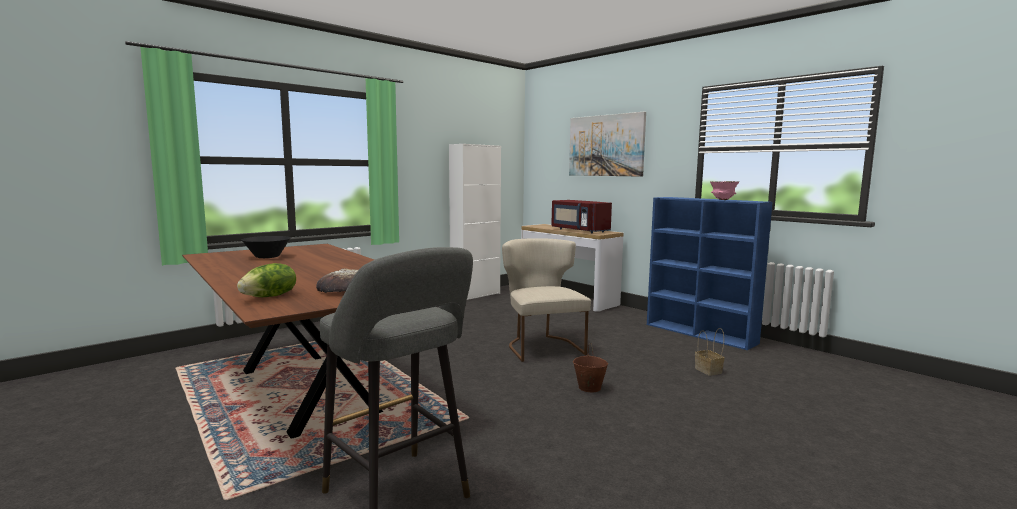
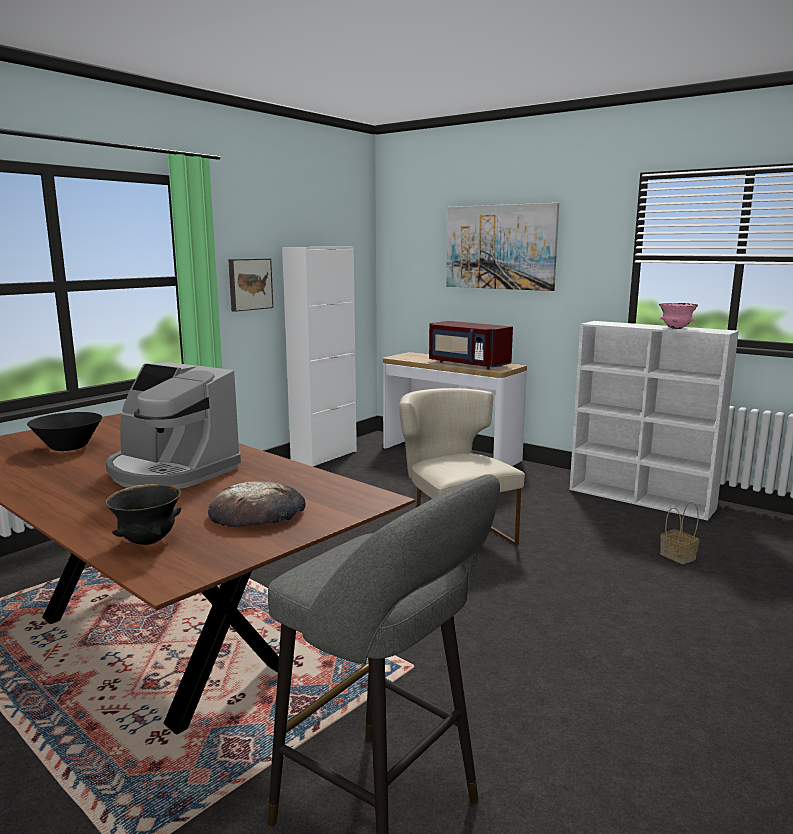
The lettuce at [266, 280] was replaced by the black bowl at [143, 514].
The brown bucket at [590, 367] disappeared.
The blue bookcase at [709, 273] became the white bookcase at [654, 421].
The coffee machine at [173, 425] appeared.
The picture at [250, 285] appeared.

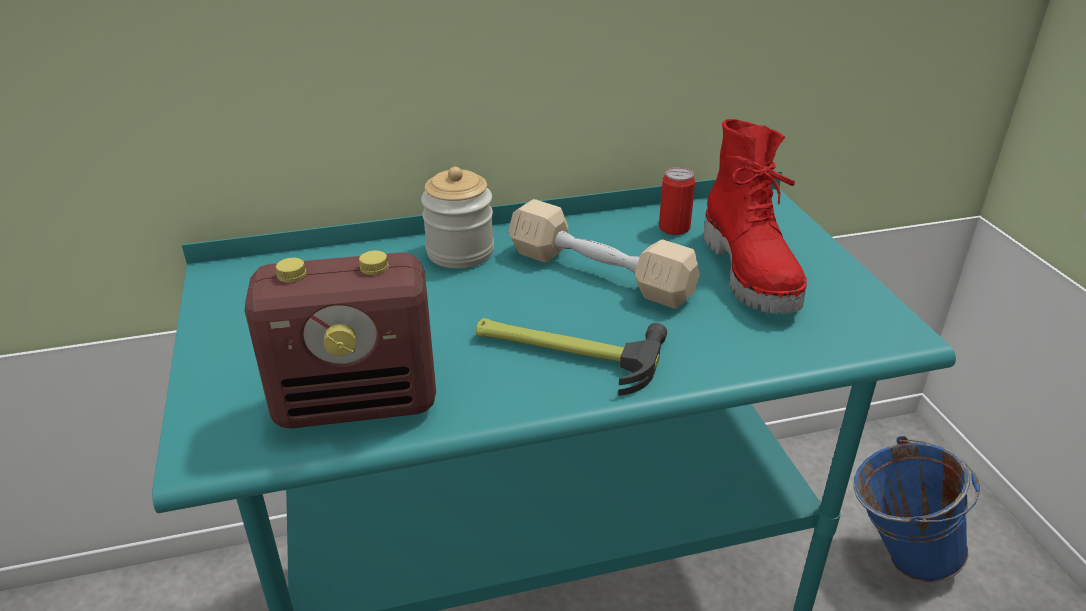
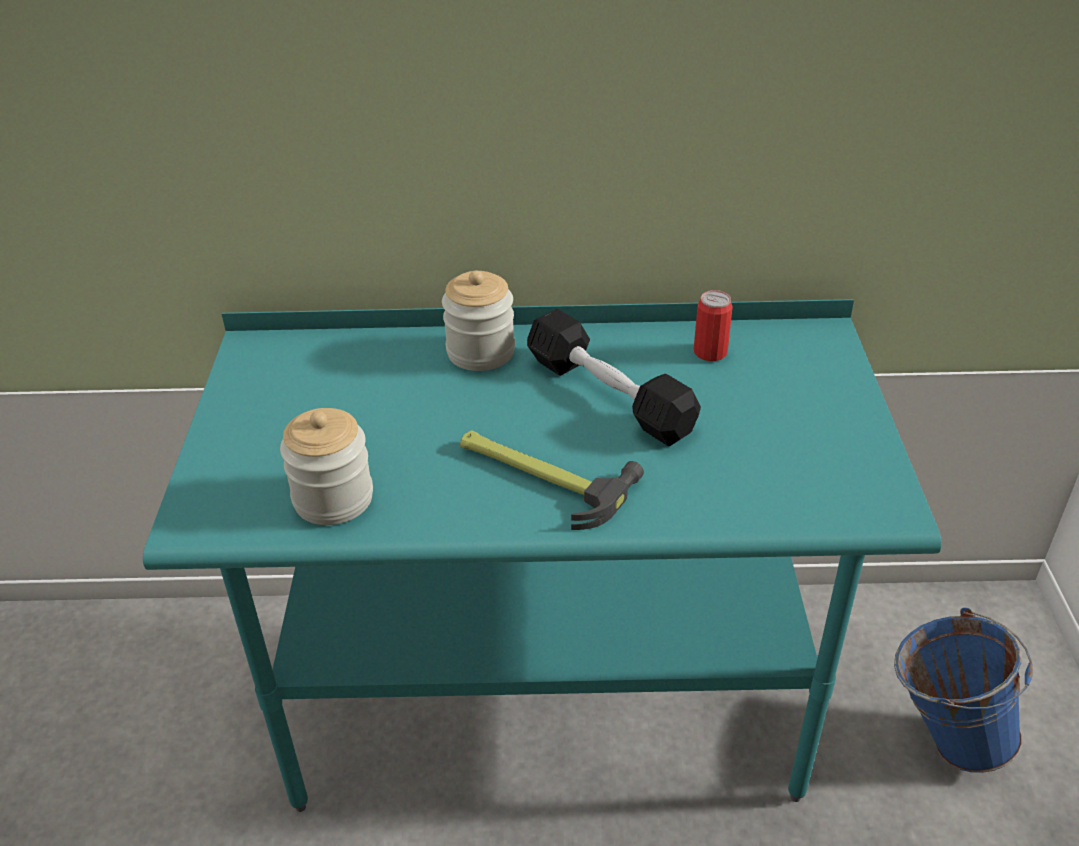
The radio at [340, 339] was replaced by the jar at [326, 466].
The beige dumbbell at [604, 254] became the black dumbbell at [614, 377].
The red boot at [755, 216] disappeared.

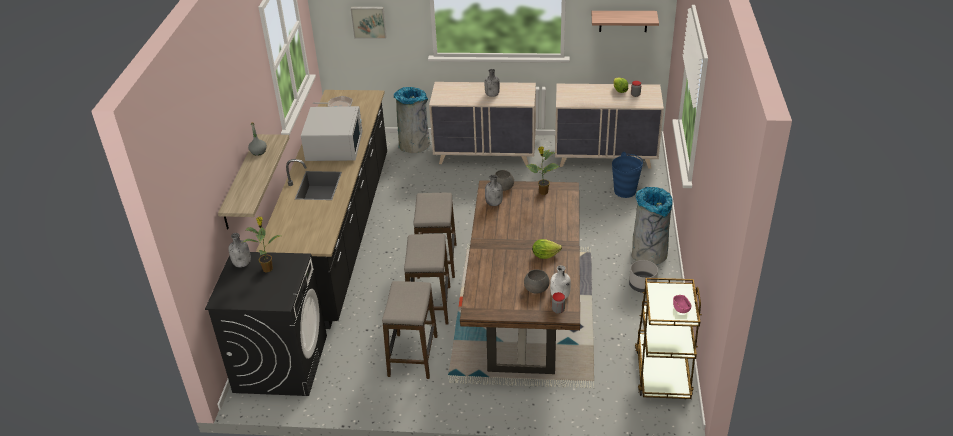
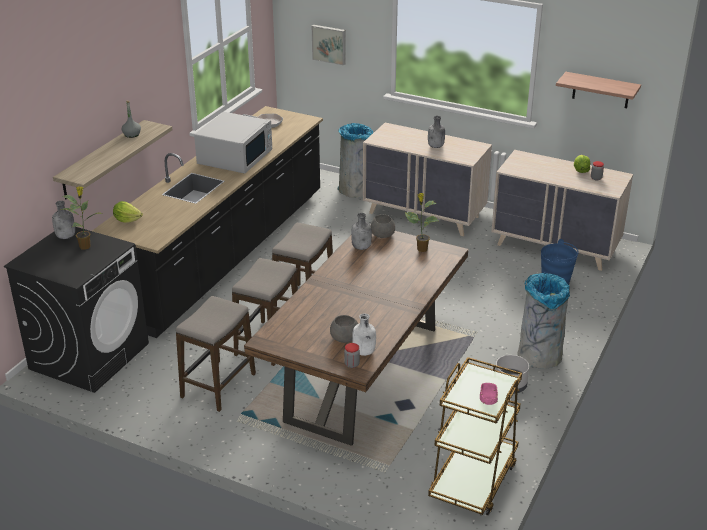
The lettuce moved from [547, 249] to [128, 212].

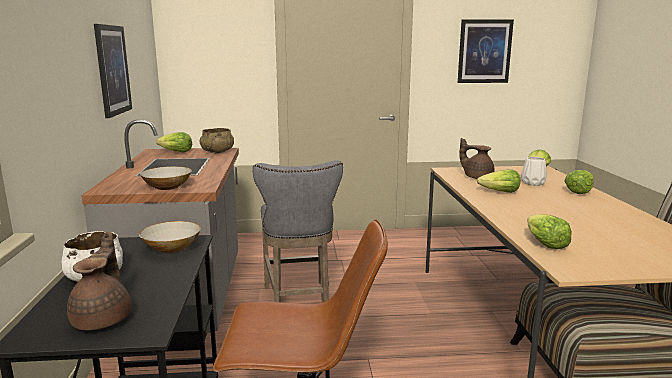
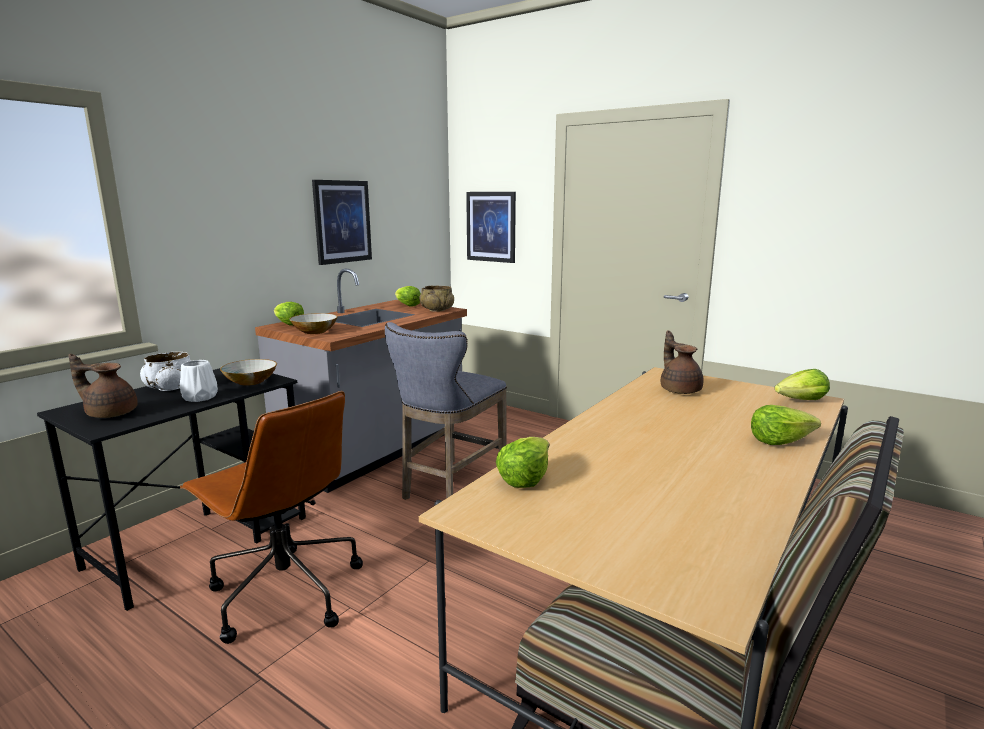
The brown teapot at [99, 281] turned 120 degrees counterclockwise.
The picture moved from [486, 51] to [491, 227].
The lettuce moved from [498, 181] to [289, 314].
The white vase moved from [534, 171] to [199, 381].

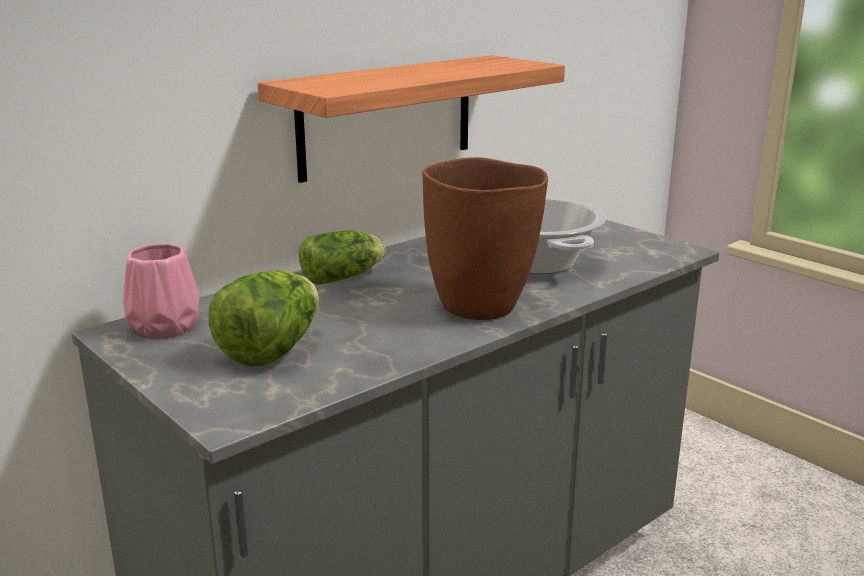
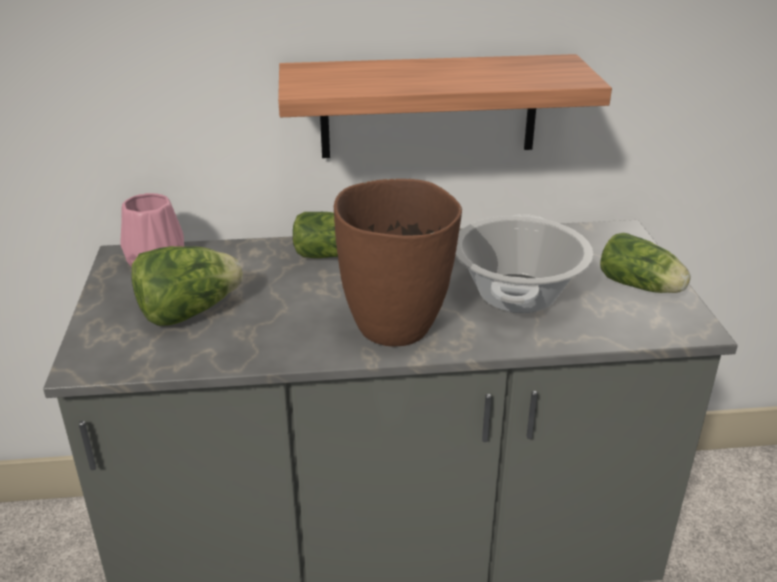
The lettuce at [645, 263] appeared.

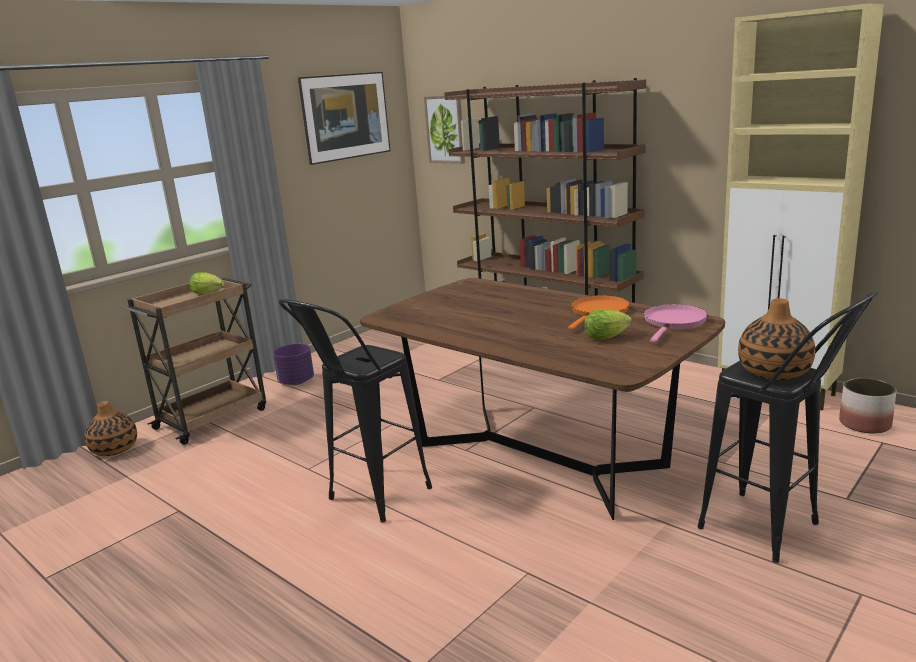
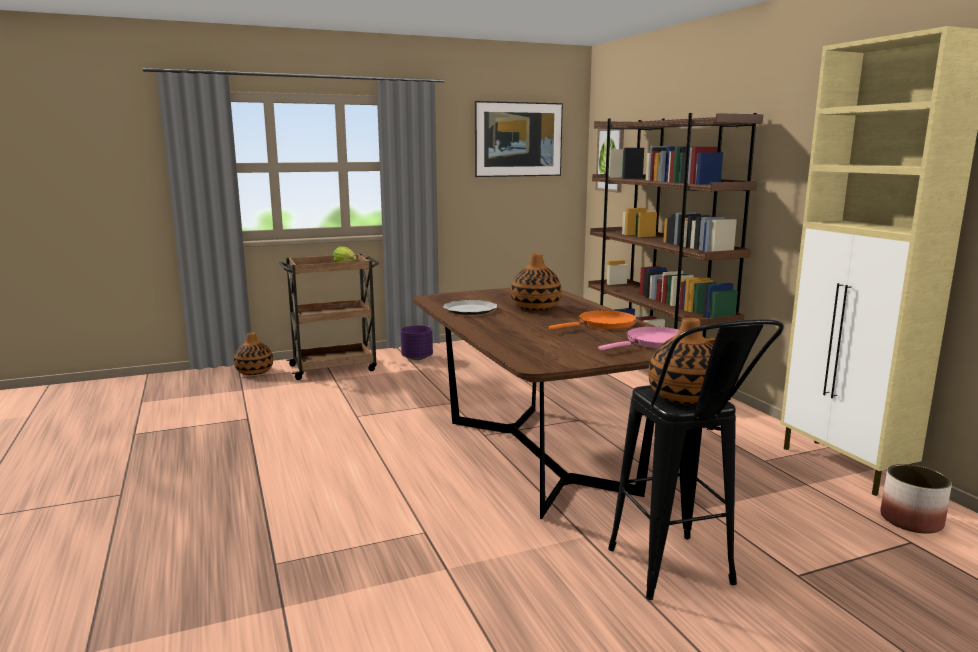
The black stool at [355, 410] disappeared.
The lettuce at [608, 324] disappeared.
The plate at [470, 307] appeared.
The vase at [536, 282] appeared.

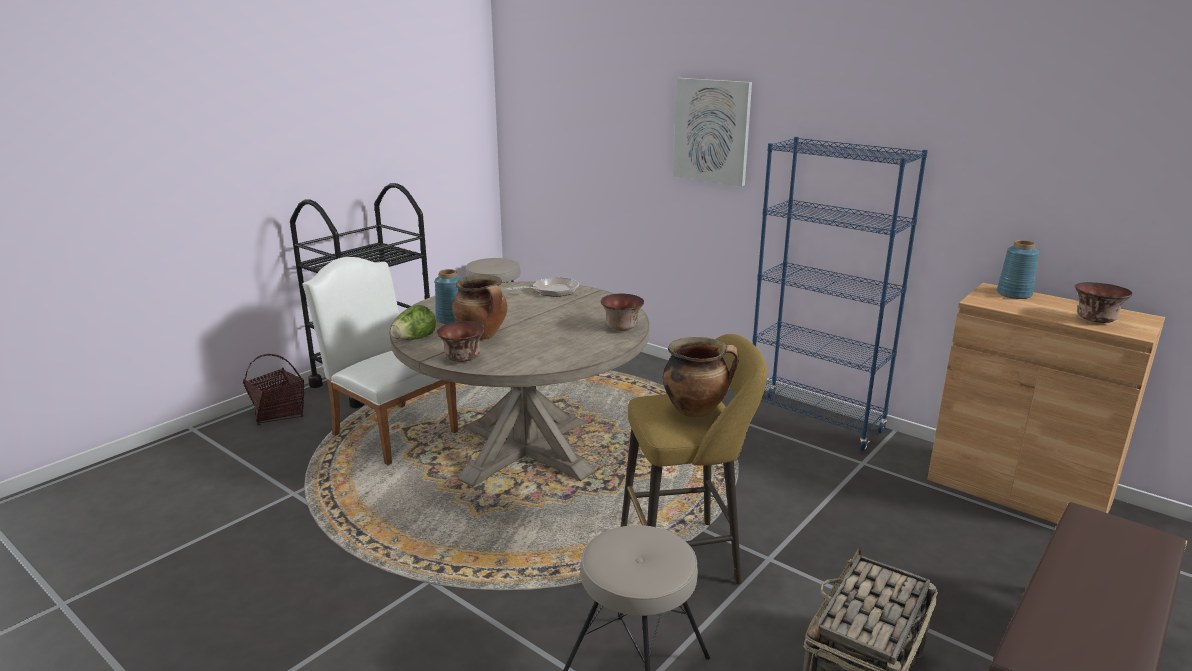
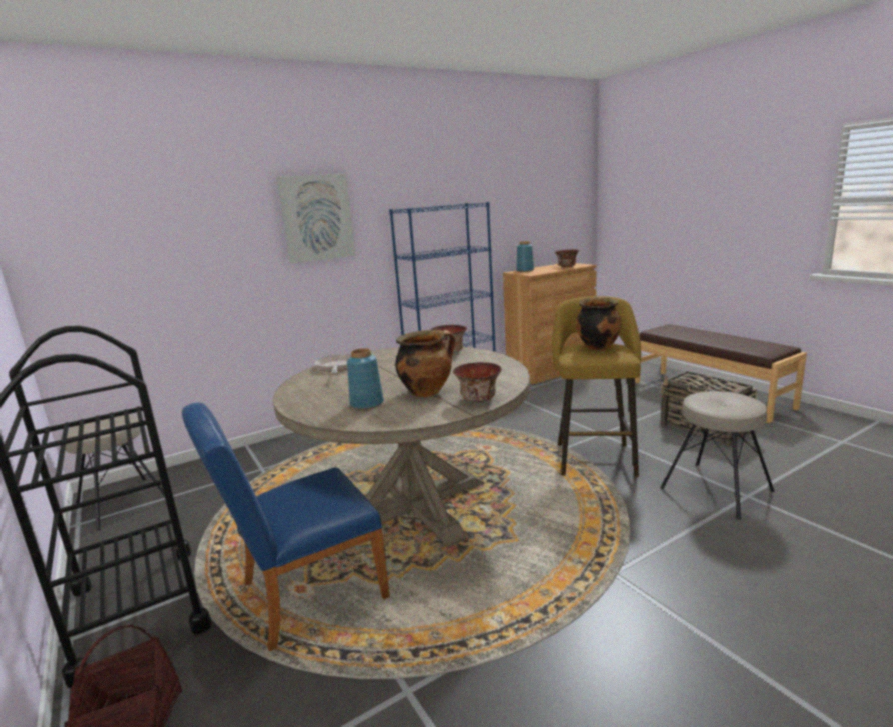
The white chair at [380, 361] became the blue chair at [286, 527].
The lettuce at [413, 322] disappeared.

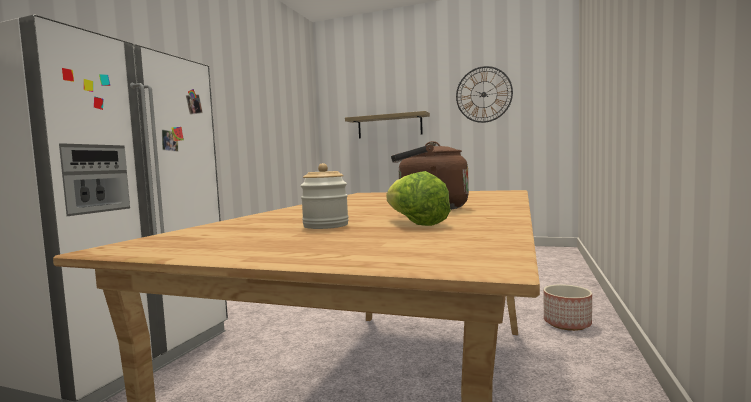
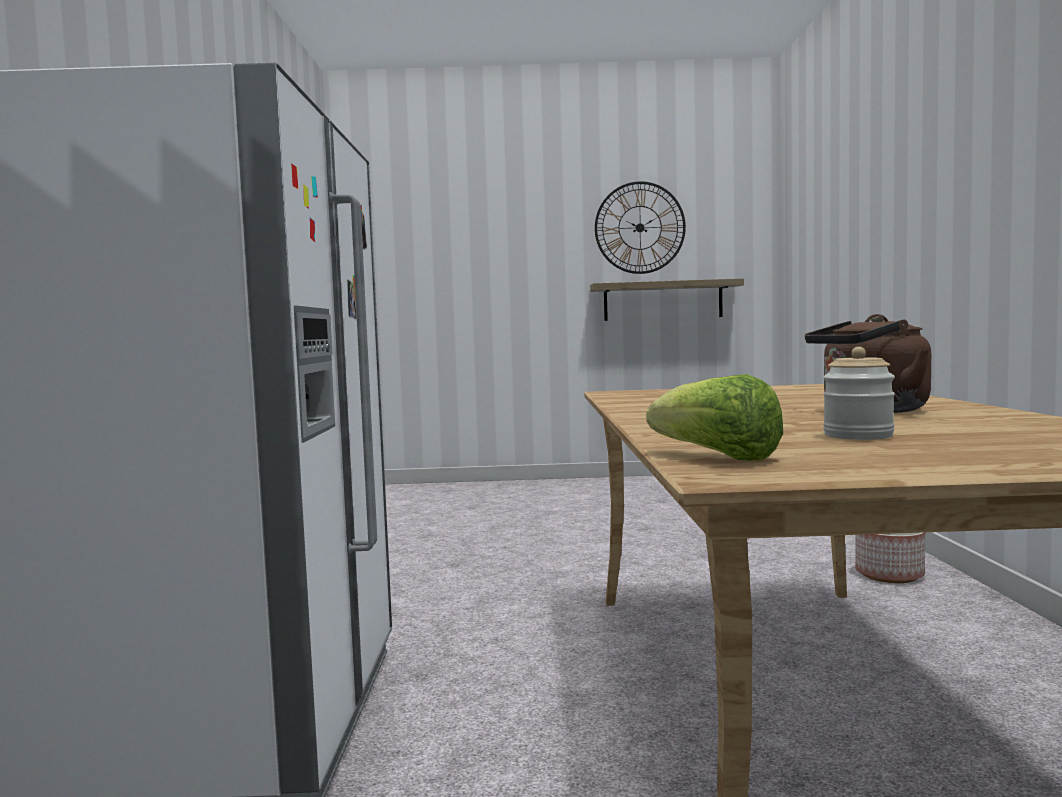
The shelf moved from [387, 124] to [667, 299].
The lettuce moved from [418, 198] to [714, 417].

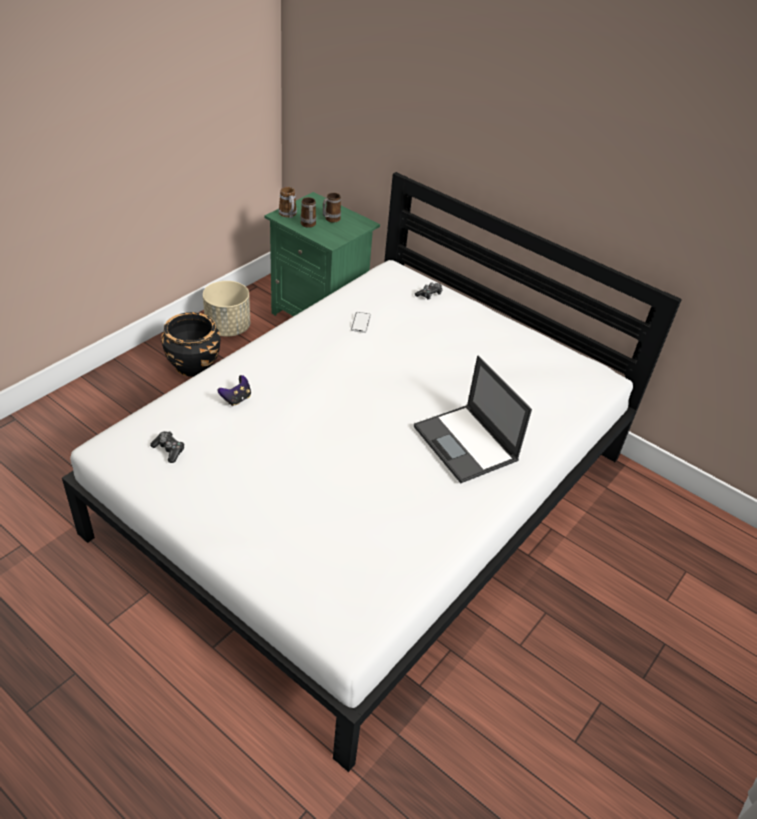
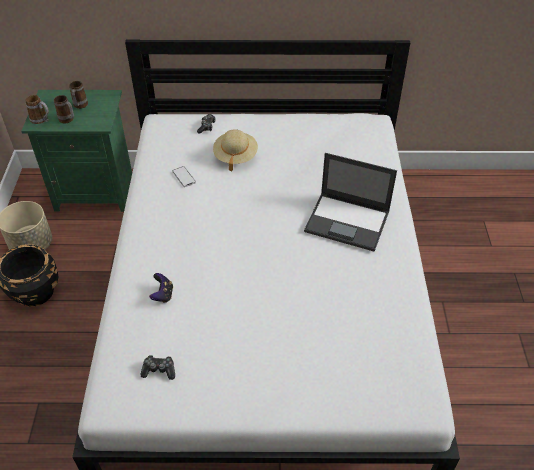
The beige hat at [235, 150] appeared.

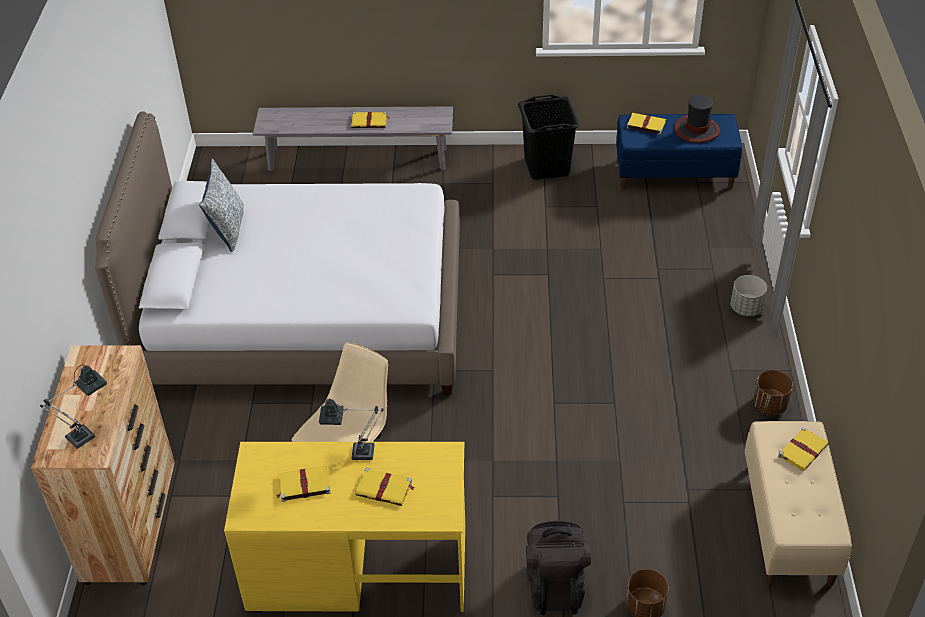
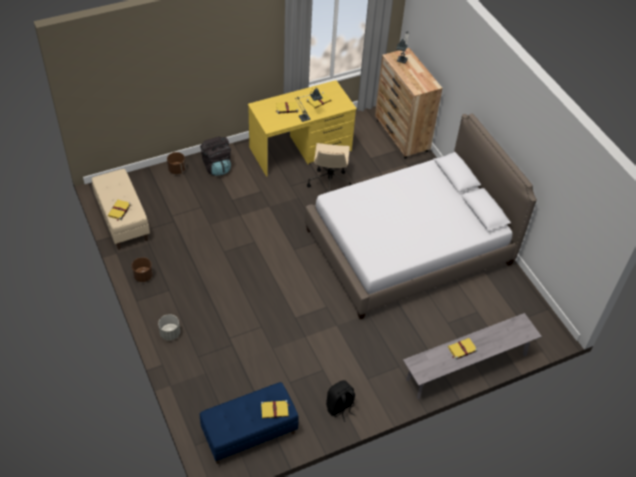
The pillow at [221, 205] disappeared.
The black laundry basket at [549, 137] was replaced by the black backpack at [340, 401].
The hat at [697, 119] disappeared.

